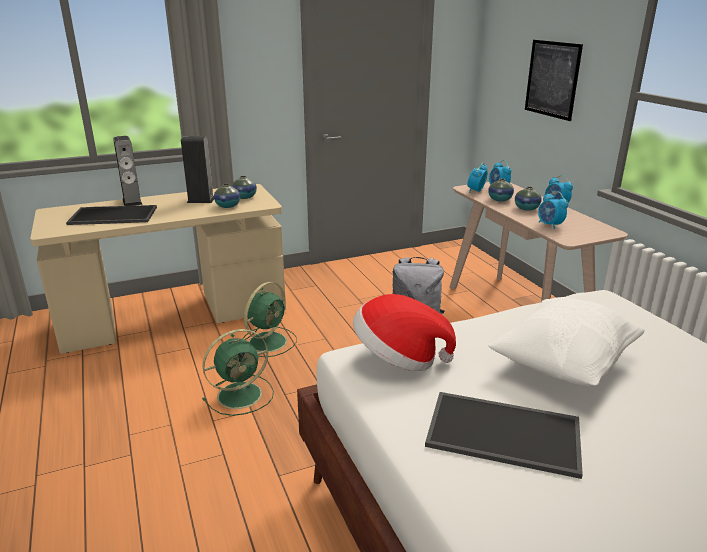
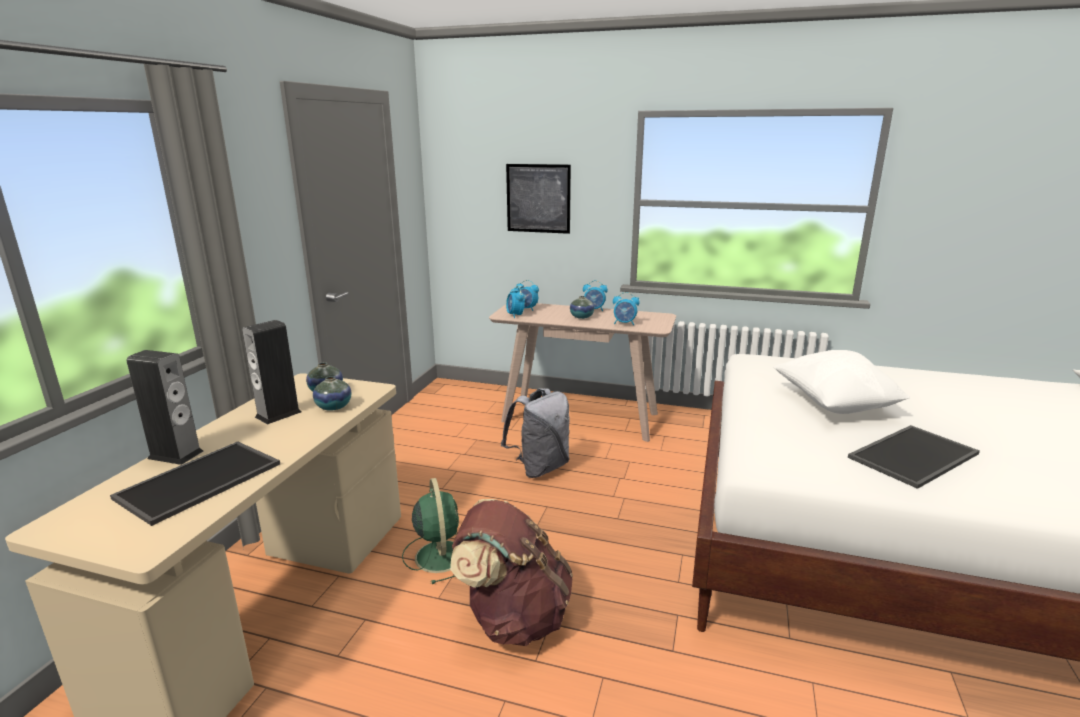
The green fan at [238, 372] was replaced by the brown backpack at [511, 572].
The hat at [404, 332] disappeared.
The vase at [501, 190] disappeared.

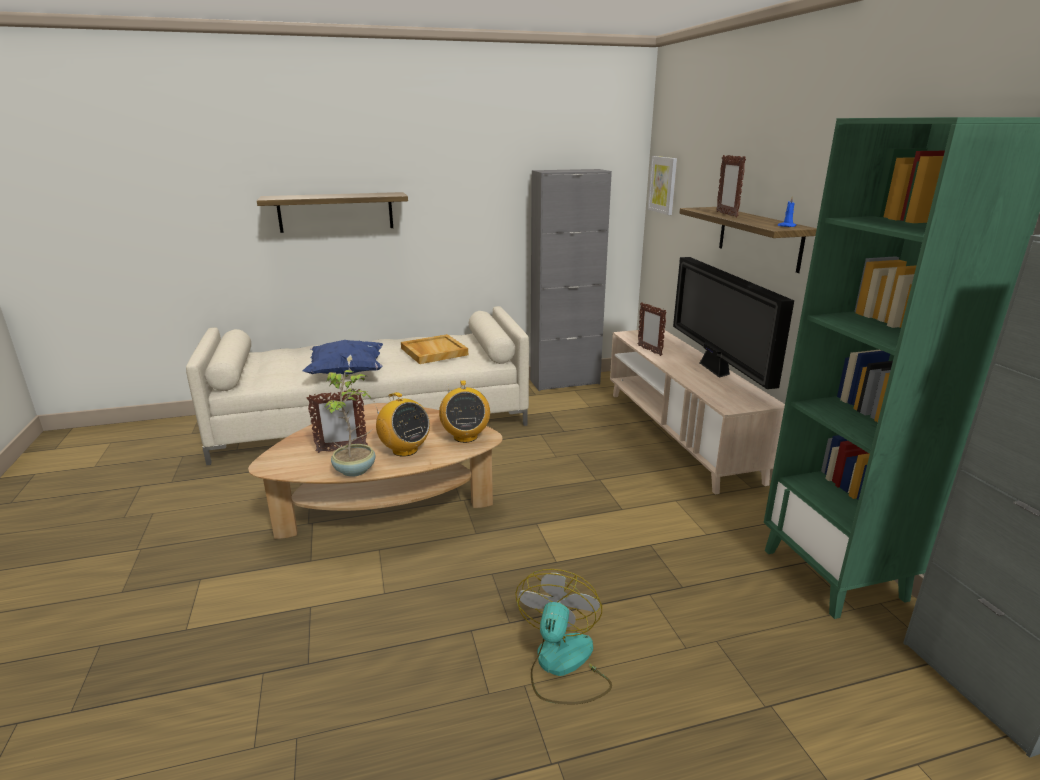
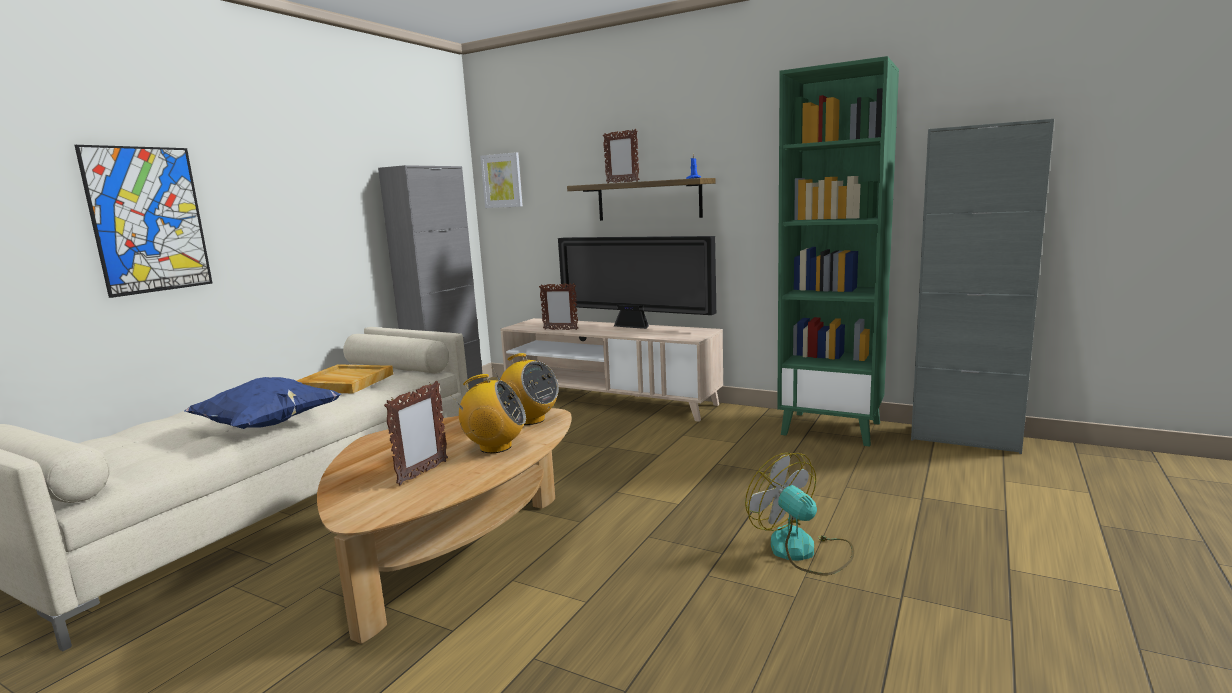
The shelf at [332, 212] was replaced by the picture at [143, 221].
The potted plant at [350, 423] disappeared.

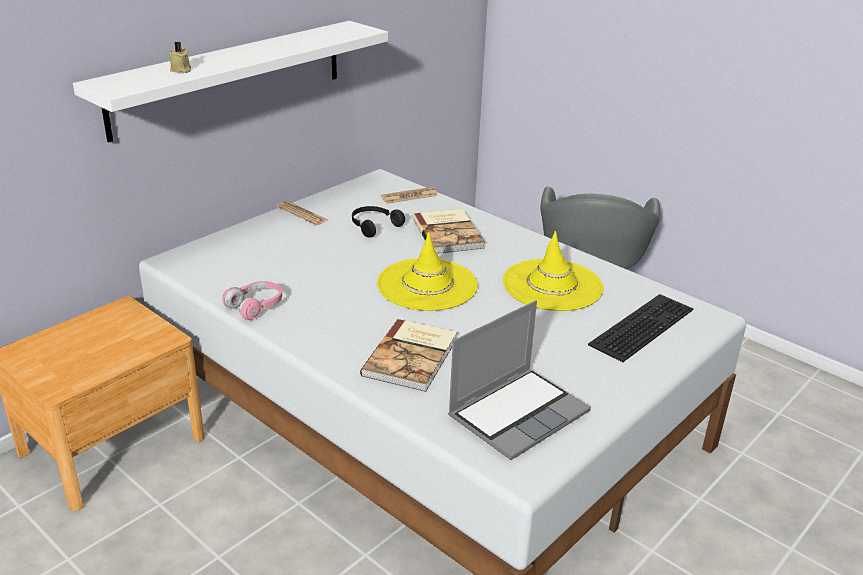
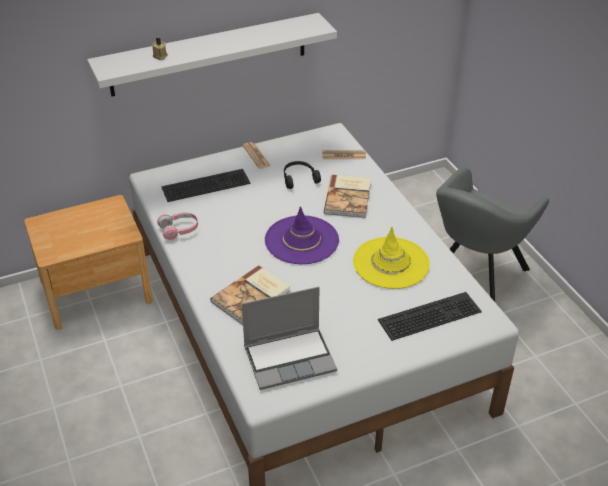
The yellow hat at [427, 271] became the purple hat at [302, 235].
The keyboard at [206, 185] appeared.

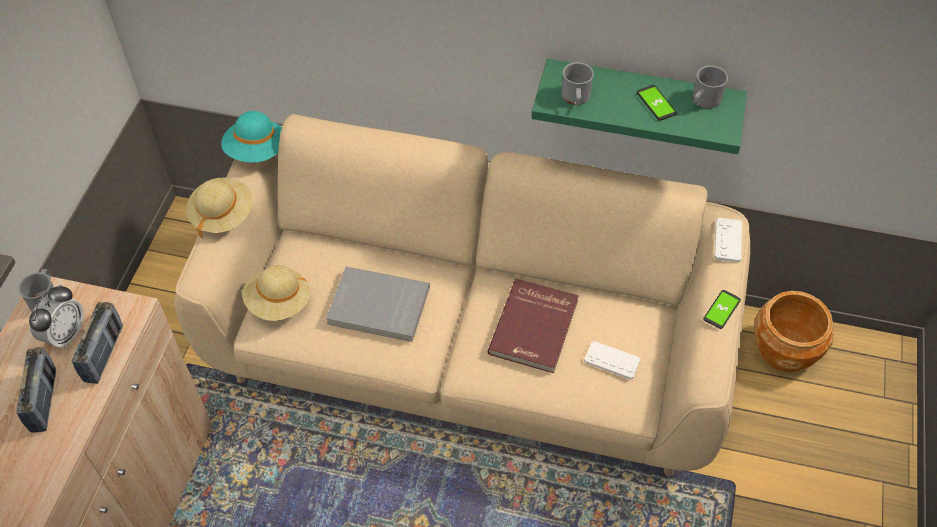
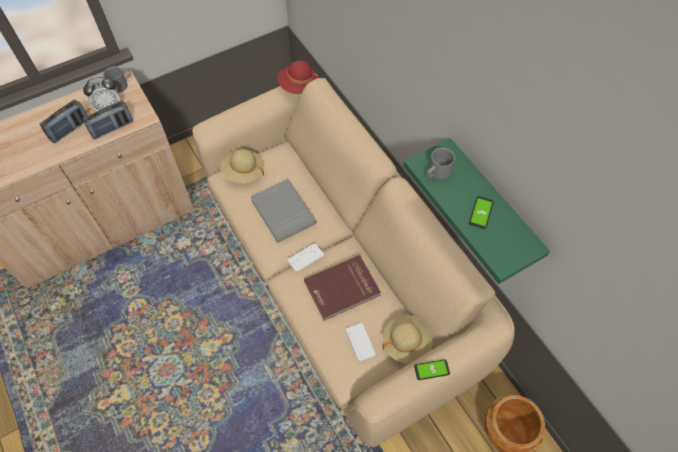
The beige hat moved from [219, 208] to [407, 339].
The turquoise hat at [251, 137] became the red hat at [298, 77].
The grey mug at [710, 86] disappeared.
The white game controller moved from [728, 239] to [305, 258].

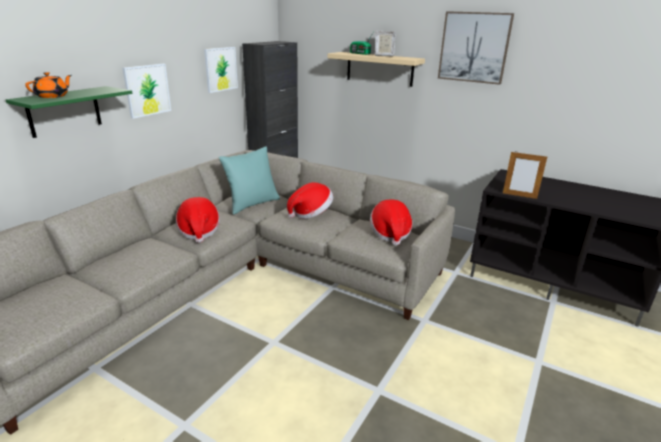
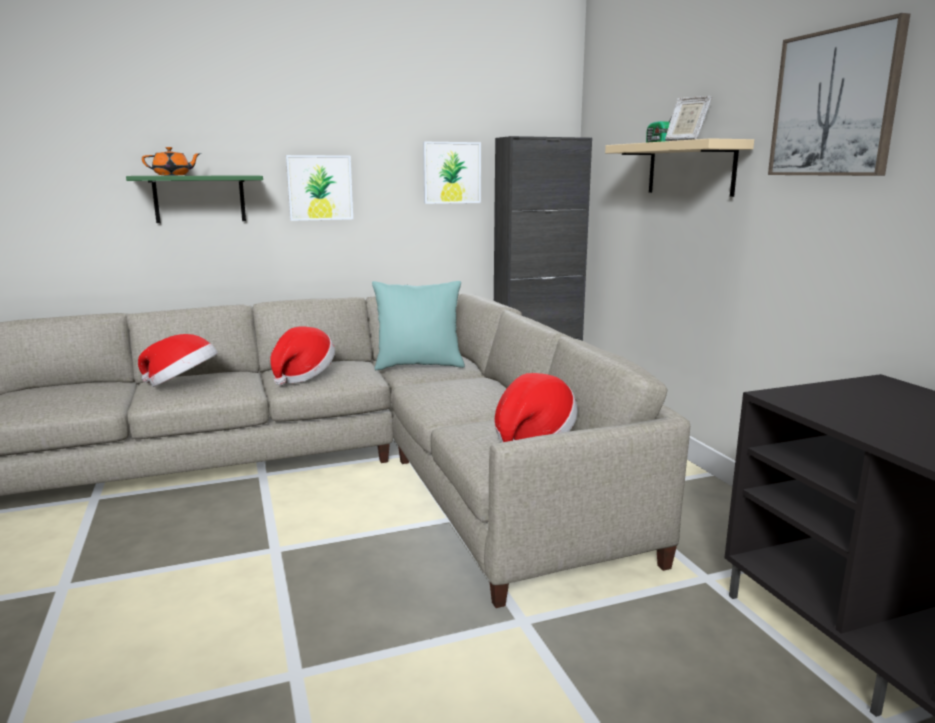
The hat moved from [310, 200] to [178, 360].
The picture frame at [525, 175] disappeared.

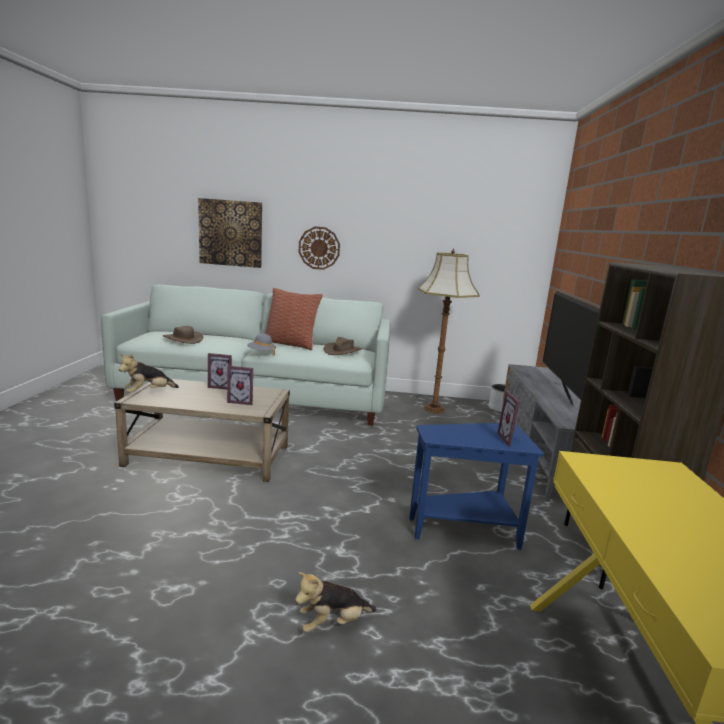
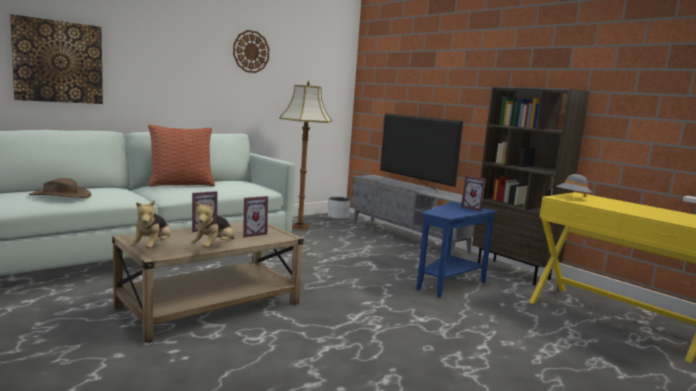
The grey hat moved from [261, 345] to [574, 186].
The plush toy moved from [336, 602] to [212, 224].
The wall clock moved from [319, 248] to [251, 51].
The brown hat at [343, 346] disappeared.

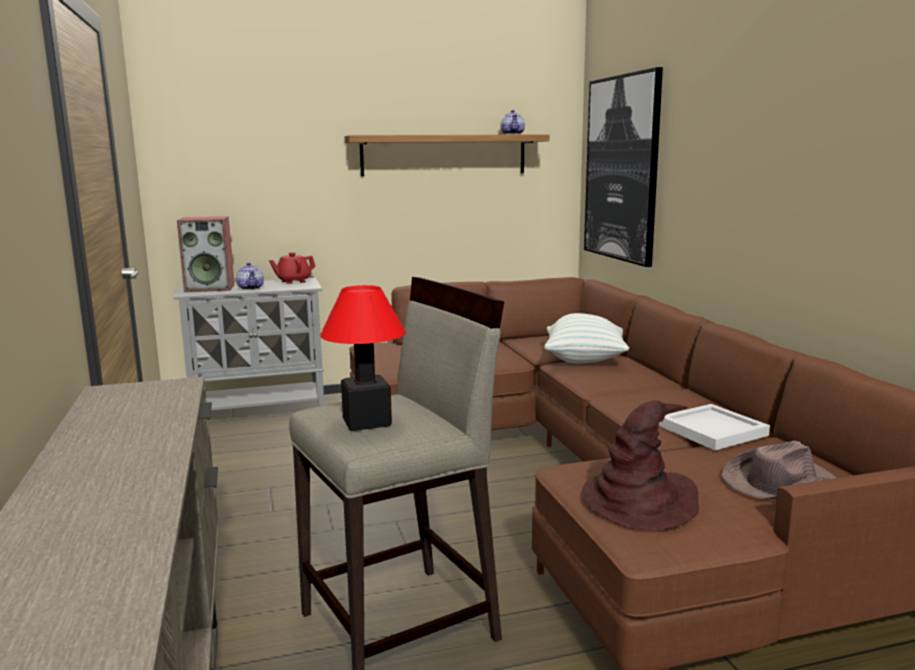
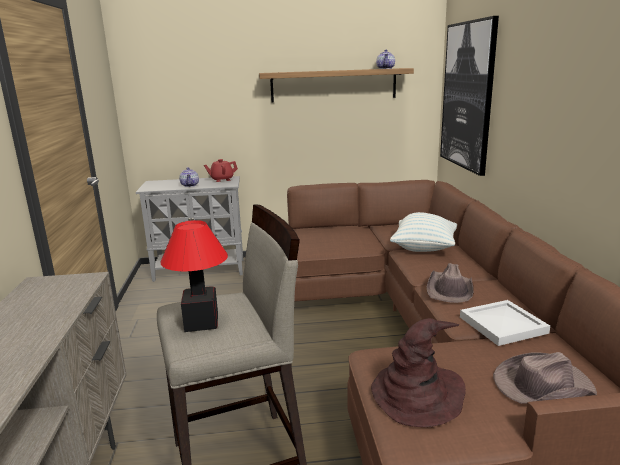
The speaker at [205, 254] disappeared.
The brown hat at [450, 283] appeared.

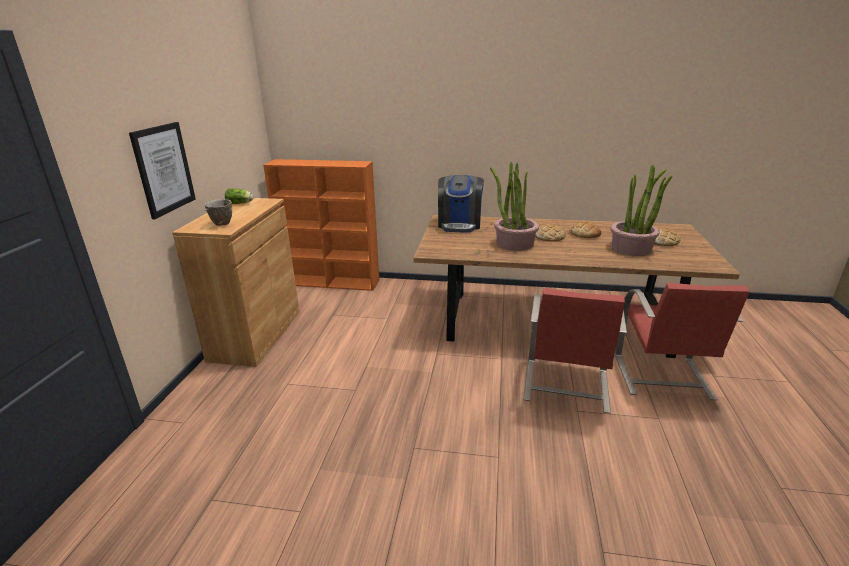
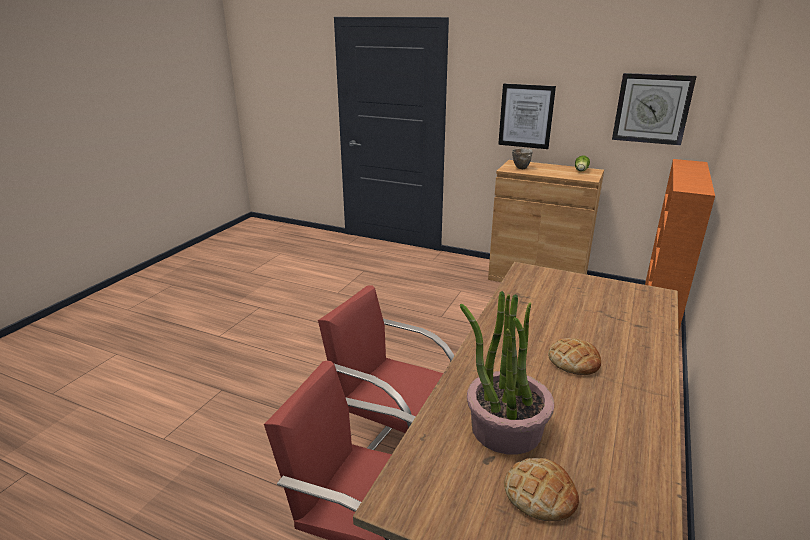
The coffee machine at [461, 204] disappeared.
The potted plant at [514, 206] disappeared.
The bread at [585, 229] disappeared.
The wall clock at [654, 109] appeared.

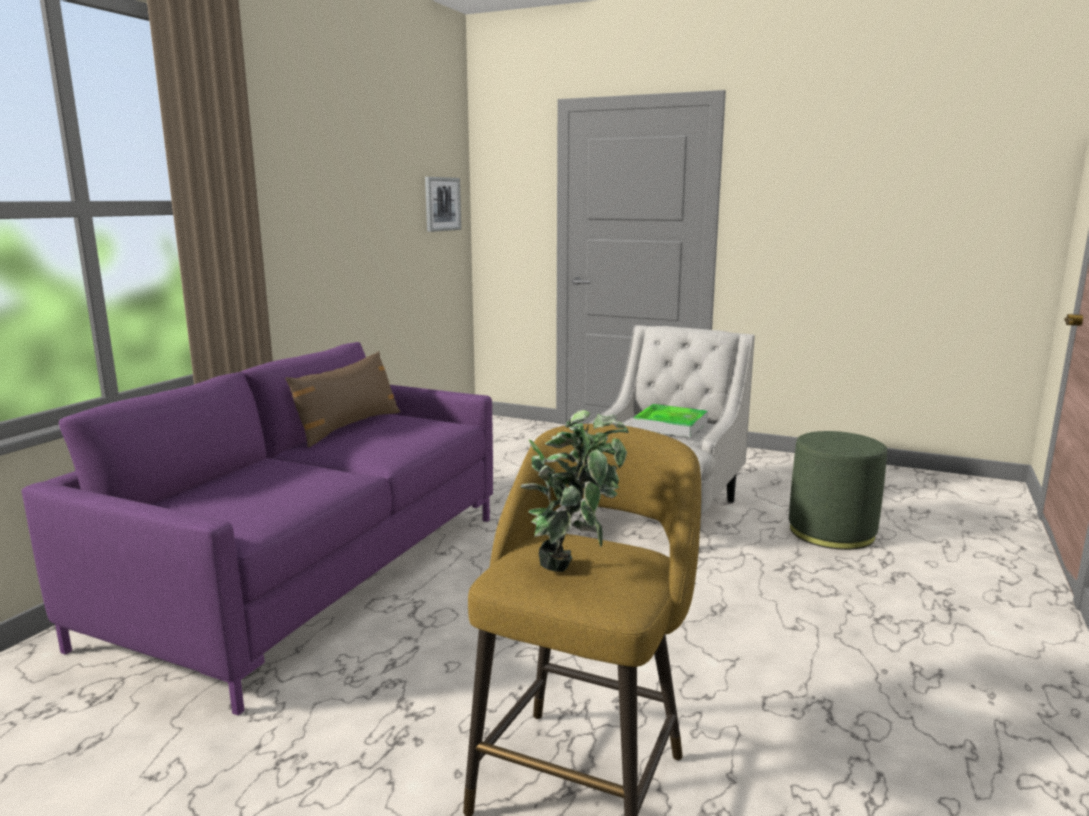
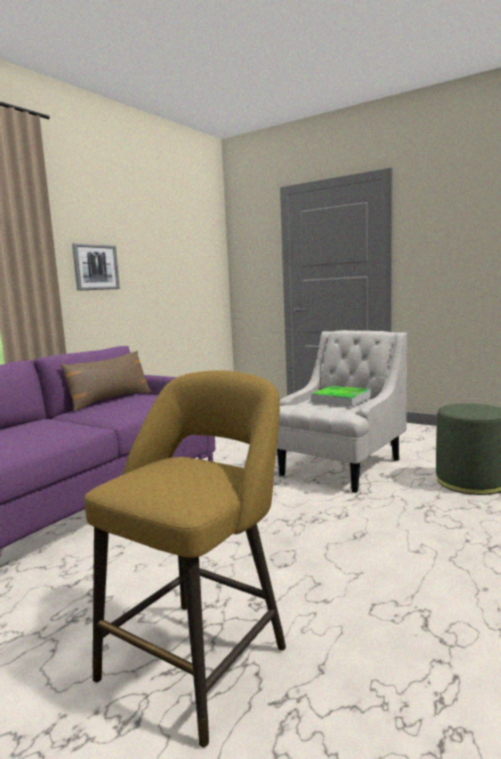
The picture moved from [443, 204] to [96, 267].
The potted plant at [574, 491] disappeared.

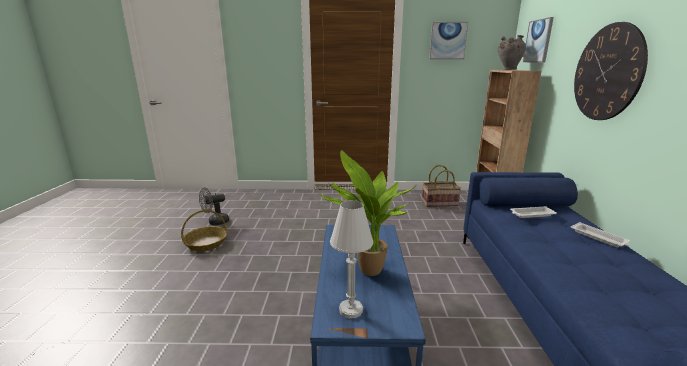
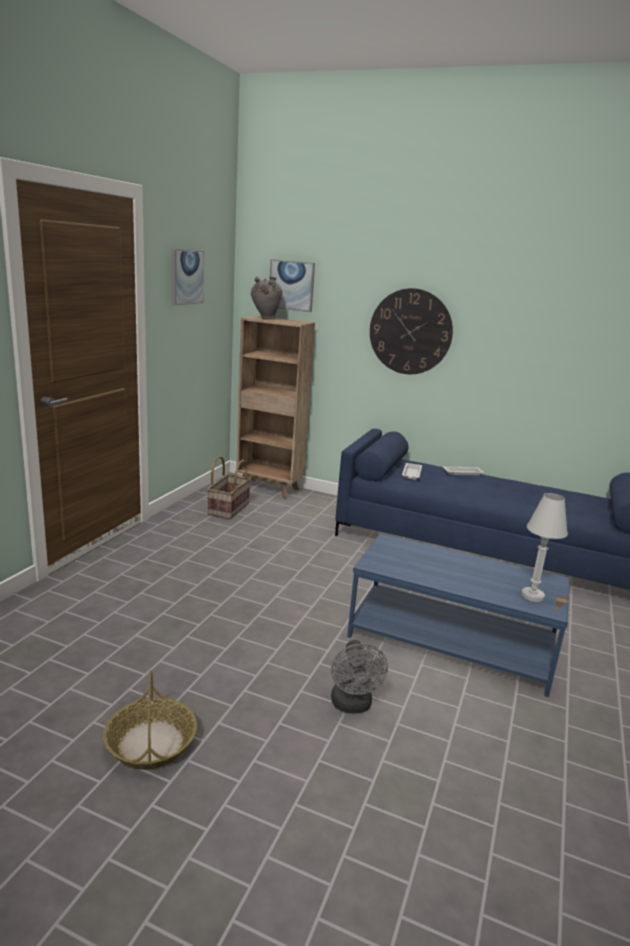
The grey fan moved from [214, 206] to [359, 677].
The potted plant at [366, 213] disappeared.

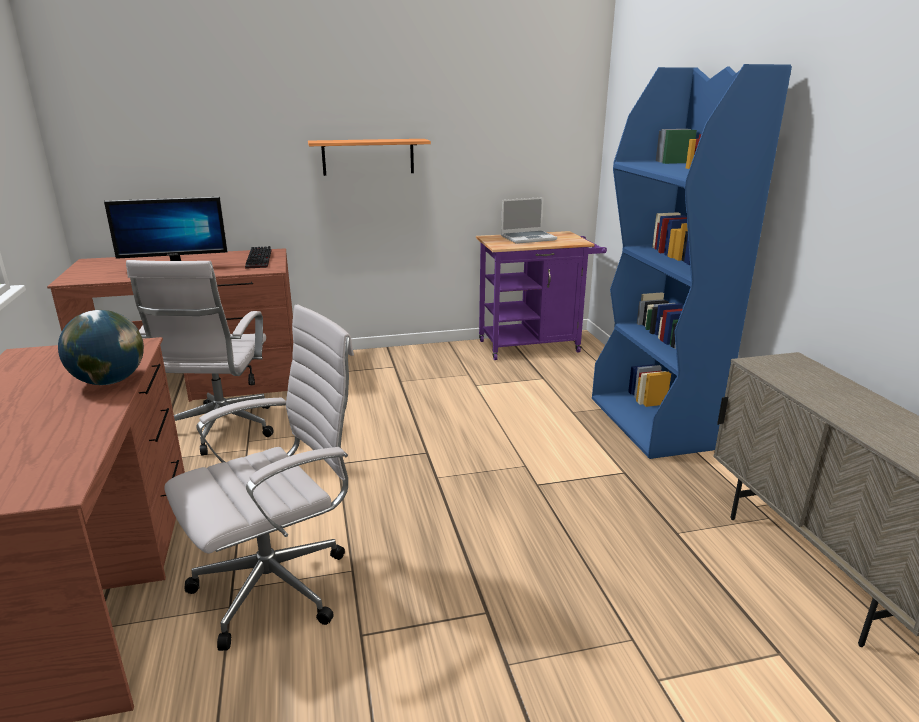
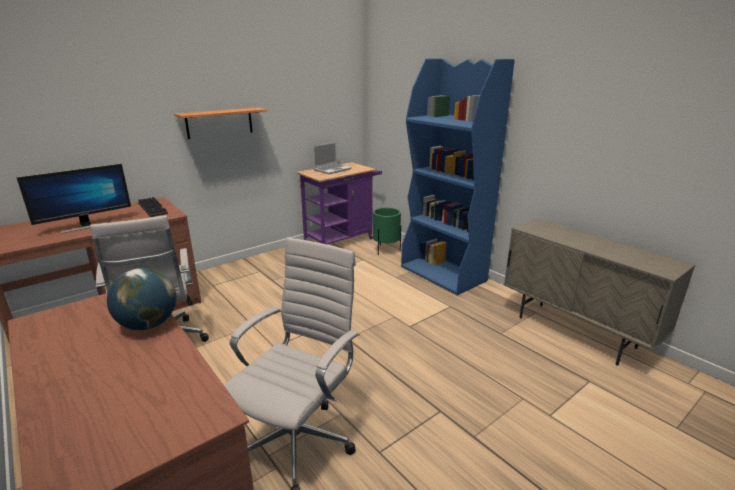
The green planter at [387, 231] appeared.

